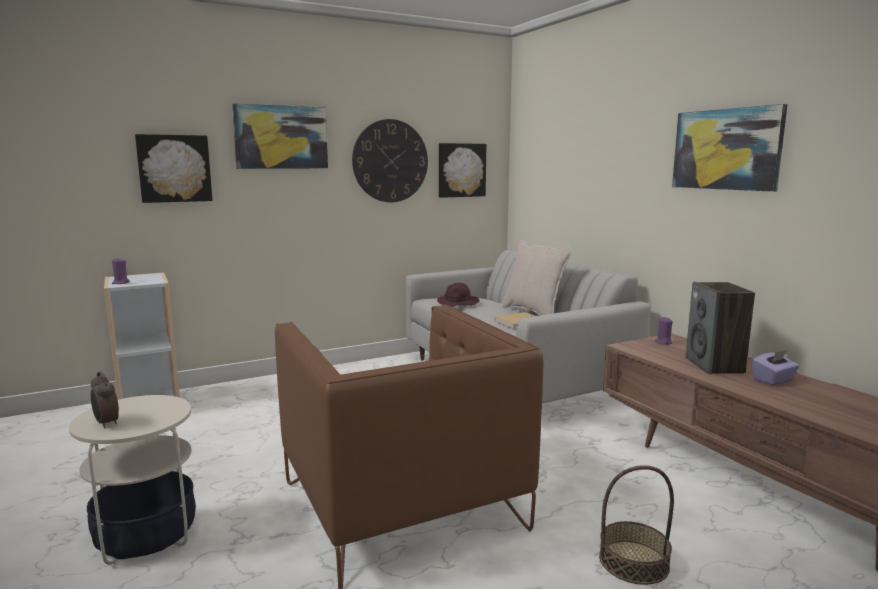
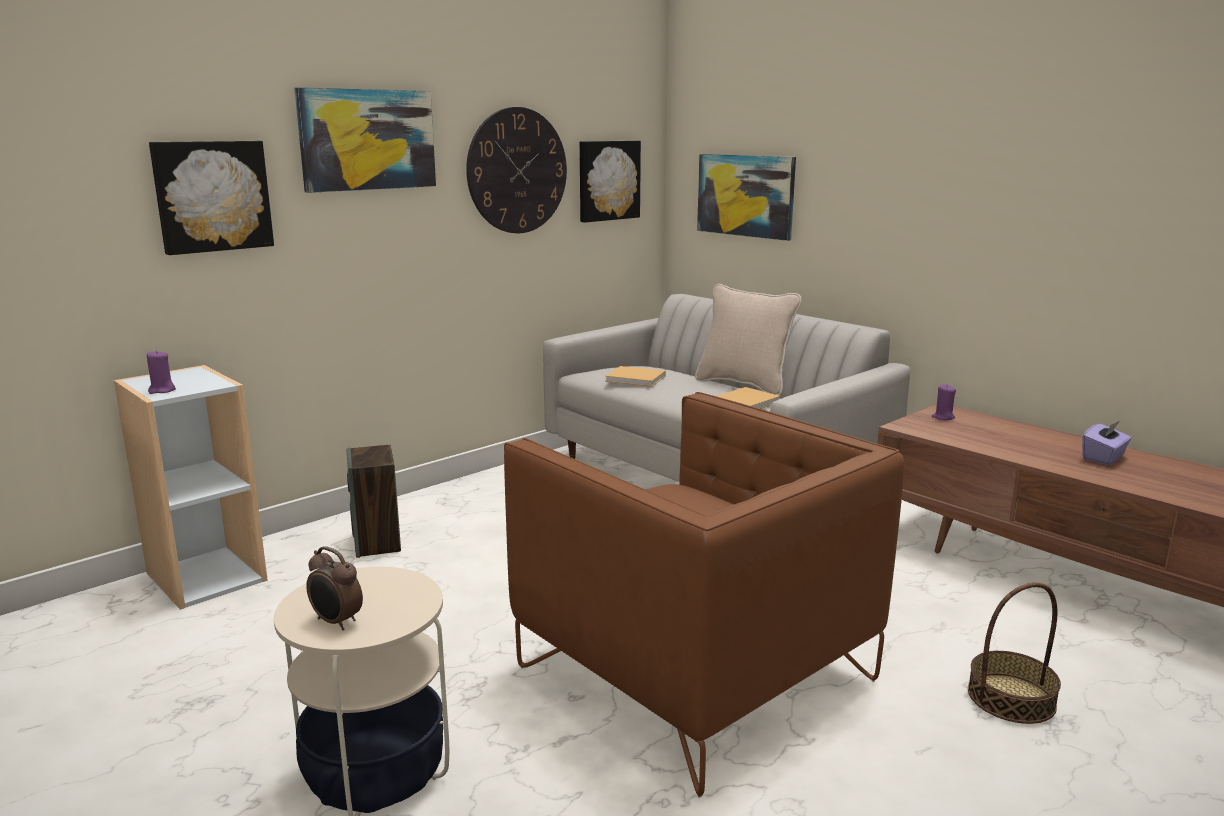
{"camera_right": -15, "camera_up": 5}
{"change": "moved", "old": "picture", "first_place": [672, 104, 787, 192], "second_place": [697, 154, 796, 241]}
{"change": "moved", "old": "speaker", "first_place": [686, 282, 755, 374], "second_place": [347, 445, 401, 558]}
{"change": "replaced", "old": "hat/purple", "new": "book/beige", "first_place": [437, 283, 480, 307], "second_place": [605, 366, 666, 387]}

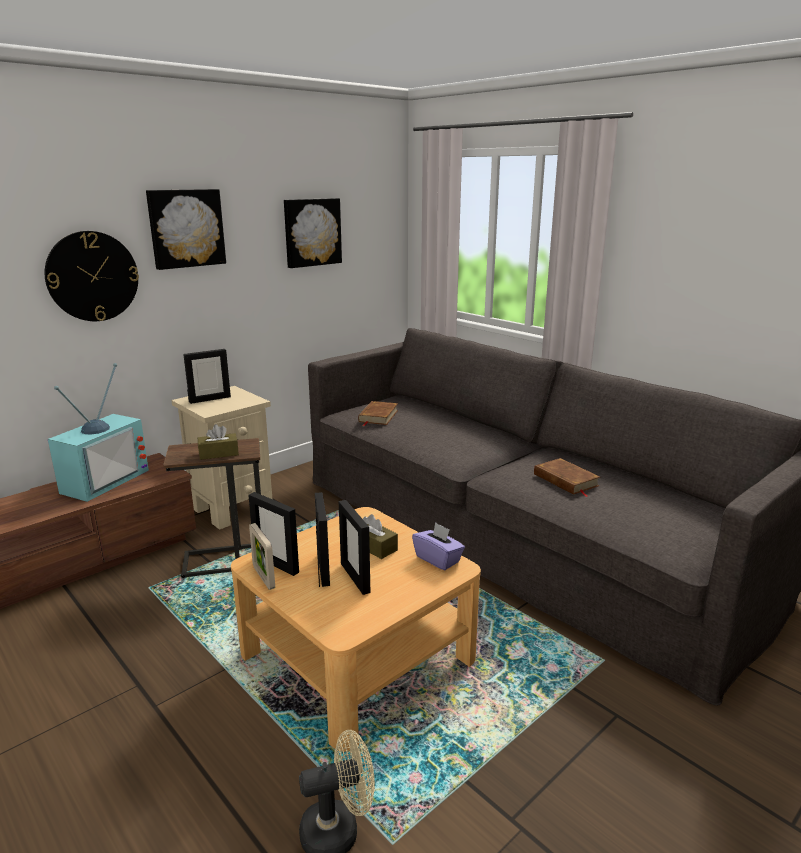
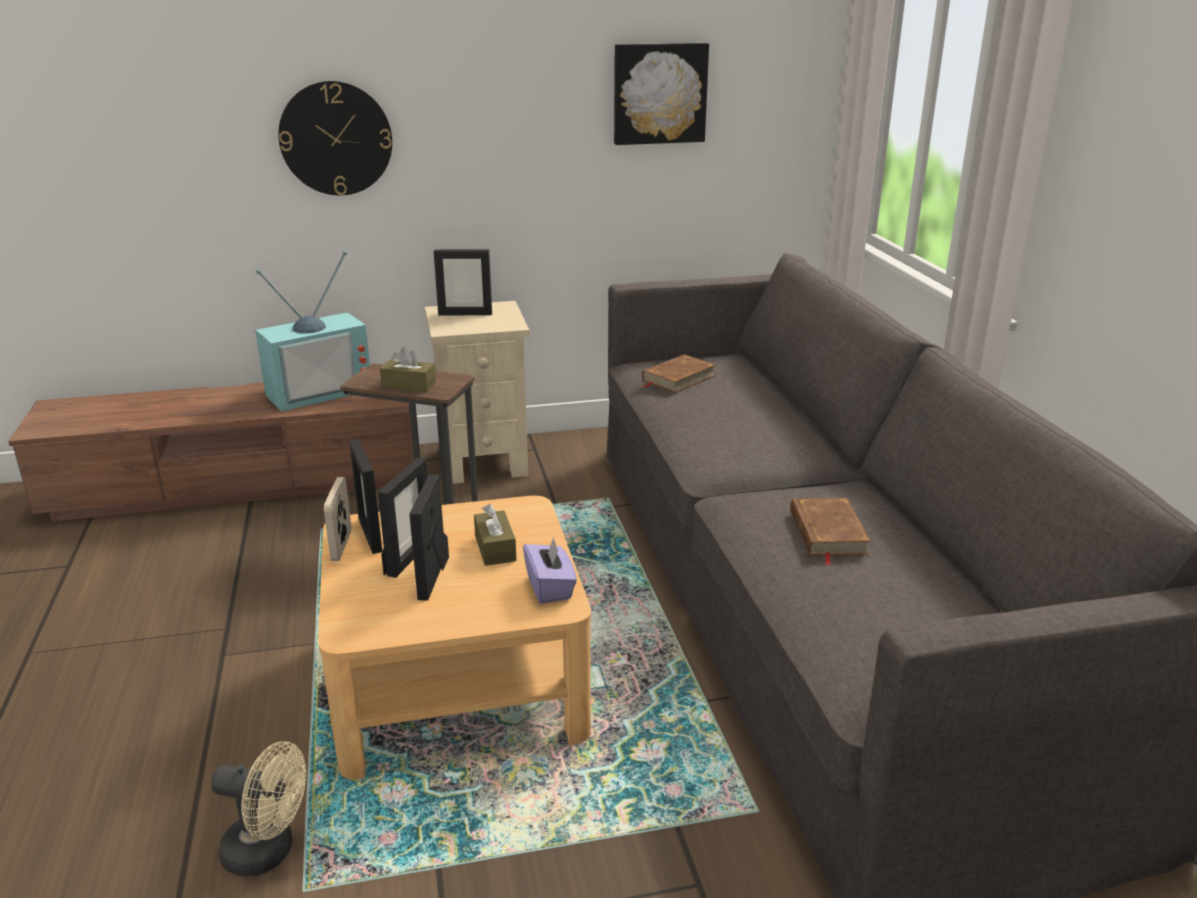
{"camera_right": 30, "camera_up": 5}
{"change": "removed", "old": "picture", "first_place": [146, 189, 226, 270]}

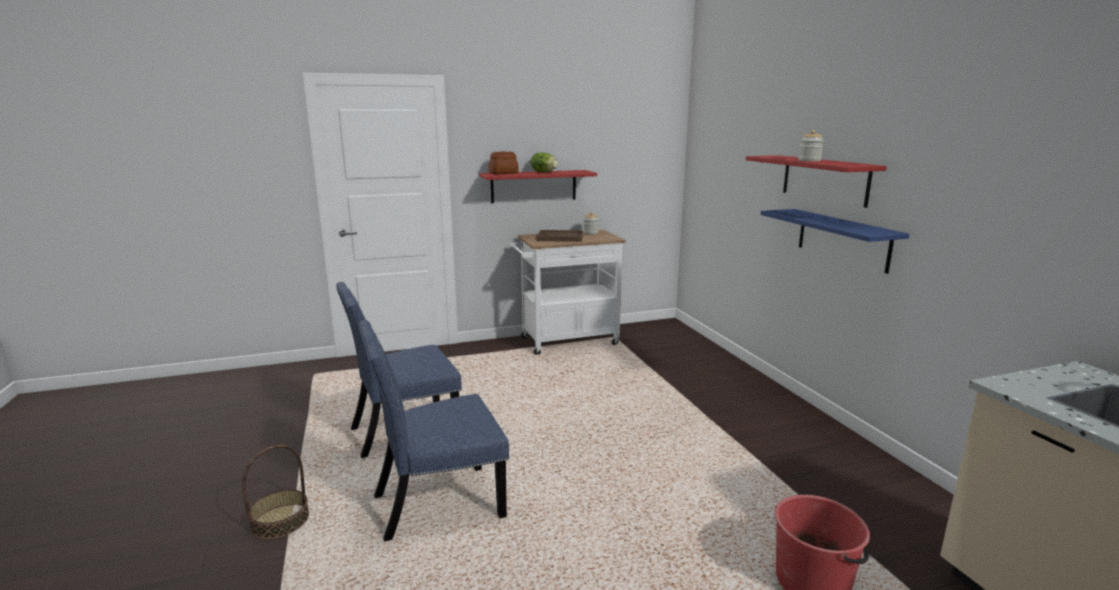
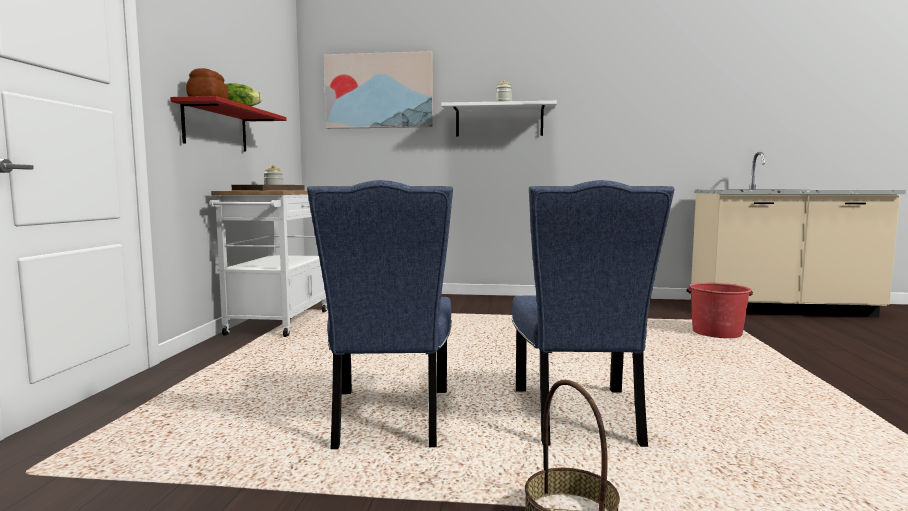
{"camera_right": -65, "camera_up": -10}
{"change": "recoloured", "old": "shelf/red", "new": "shelf/white", "first_place": [746, 155, 887, 208], "second_place": [441, 101, 557, 137]}
{"change": "removed", "old": "shelf/blue", "first_place": [760, 209, 909, 274]}
{"change": "added", "new": "picture", "second_place": [324, 51, 433, 129]}

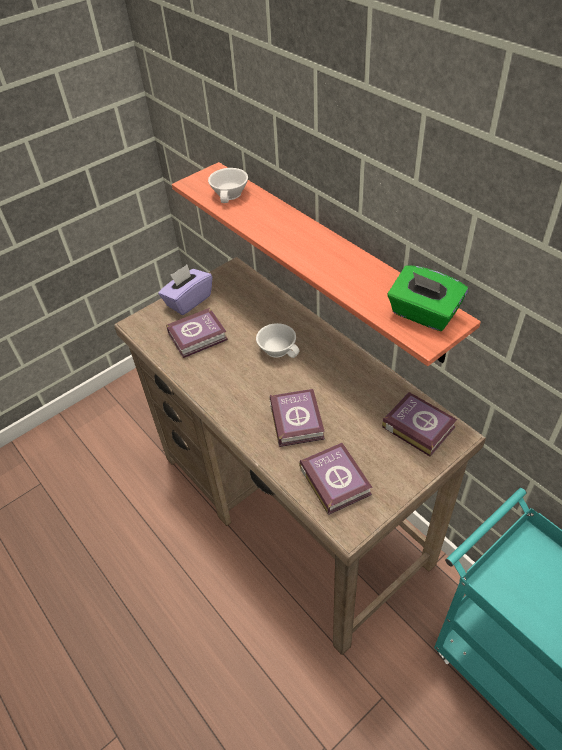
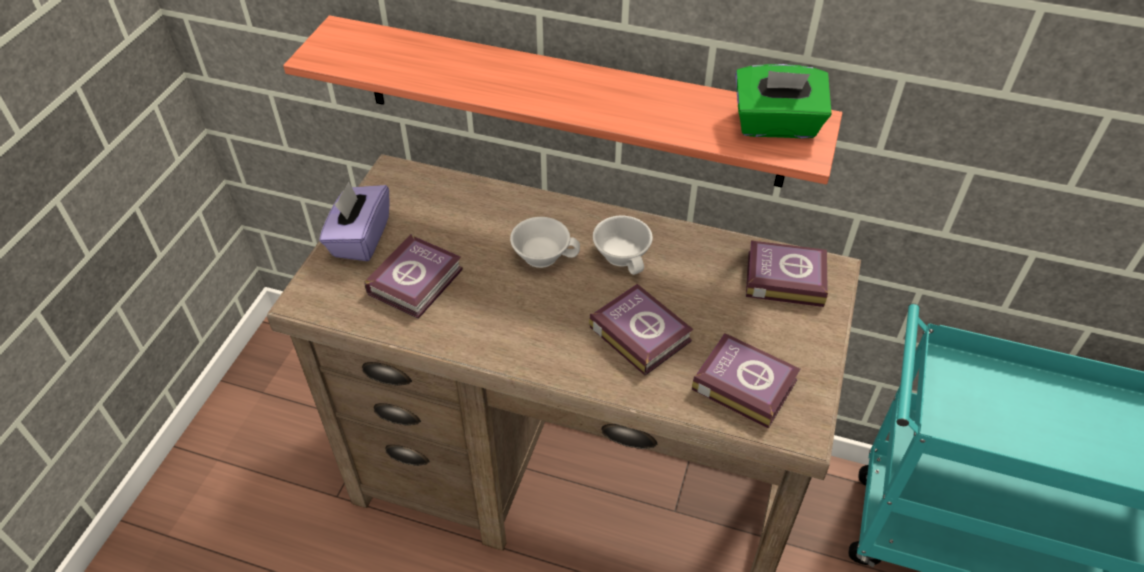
{"camera_right": -35, "camera_up": 0}
{"change": "moved", "old": "cup/white", "first_place": [208, 168, 248, 203], "second_place": [593, 216, 653, 275]}

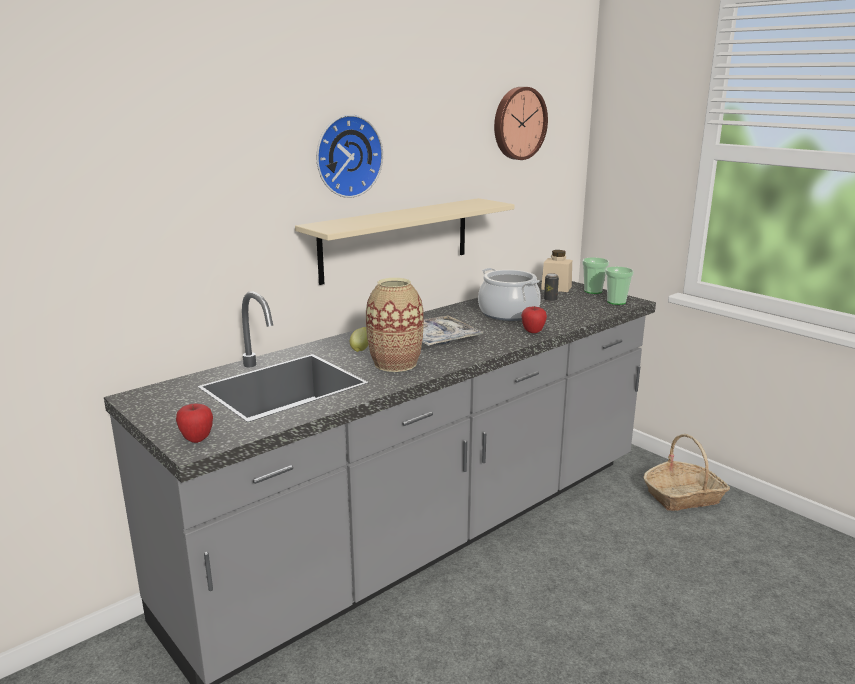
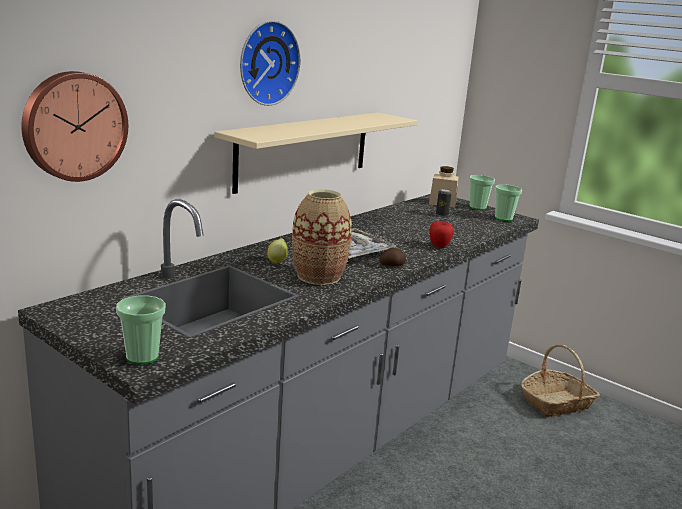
{"camera_right": -10, "camera_up": 0}
{"change": "moved", "old": "wall clock", "first_place": [494, 87, 548, 160], "second_place": [21, 71, 128, 182]}
{"change": "removed", "old": "cooking pot", "first_place": [478, 268, 541, 321]}
{"change": "replaced", "old": "apple", "new": "cup", "first_place": [176, 403, 213, 443], "second_place": [116, 295, 165, 365]}
{"change": "added", "new": "potato", "second_place": [379, 247, 406, 266]}

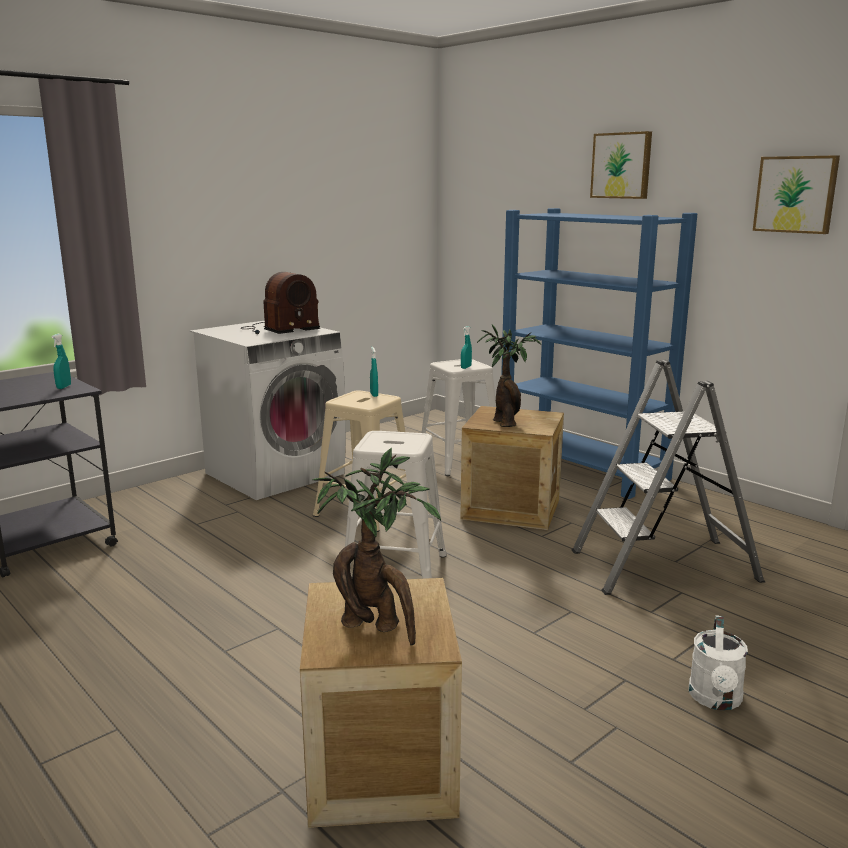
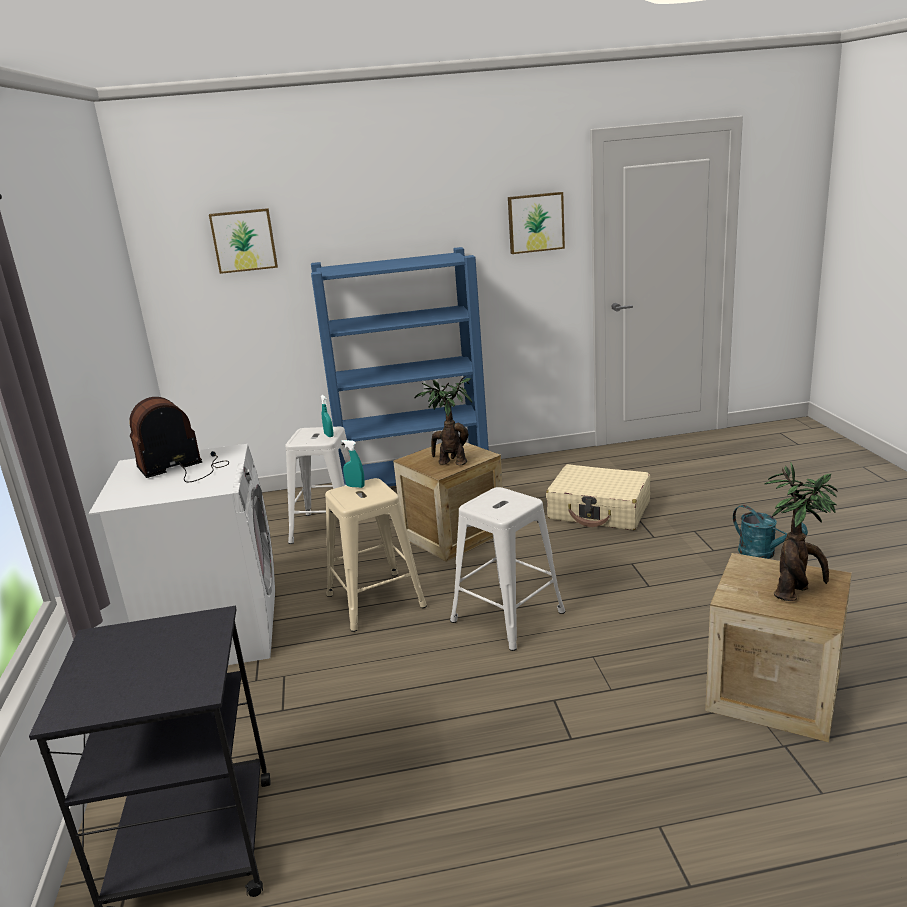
{"camera_right": -55, "camera_up": 5}
{"change": "moved", "old": "picture", "first_place": [590, 131, 652, 199], "second_place": [209, 208, 278, 274]}
{"change": "turned", "old": "radio", "first_place": [241, 272, 320, 334], "second_place": [129, 397, 229, 482], "degrees": -120}
{"change": "removed", "old": "spray bottle/turquoise", "first_place": [52, 334, 71, 389]}
{"change": "replaced", "old": "step ladder/grey", "new": "suitcase/beige", "first_place": [572, 360, 765, 595], "second_place": [546, 464, 650, 530]}
{"change": "recoloured", "old": "watering can/white", "new": "watering can/turquoise", "first_place": [689, 615, 748, 710], "second_place": [733, 505, 808, 559]}

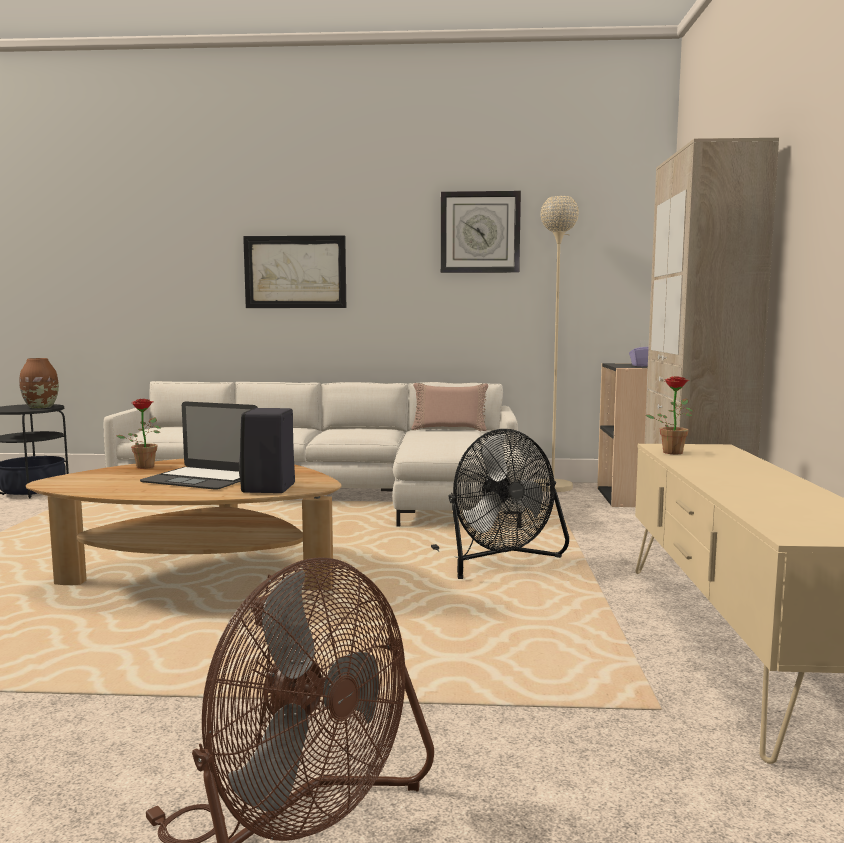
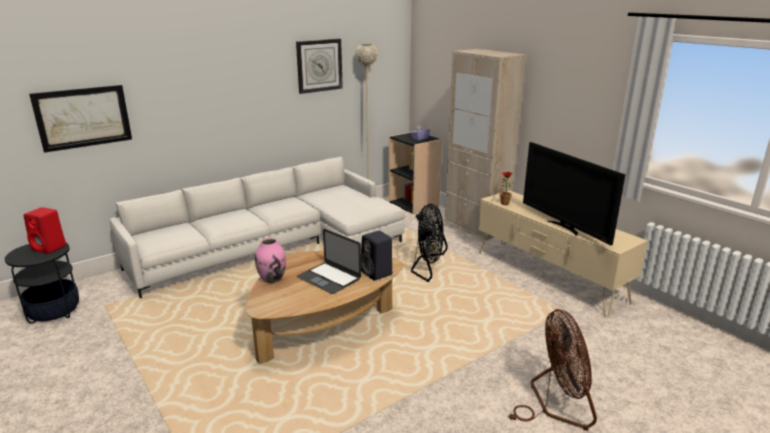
{"camera_right": -40, "camera_up": 15}
{"change": "moved", "old": "picture", "first_place": [243, 236, 346, 308], "second_place": [29, 85, 132, 153]}
{"change": "replaced", "old": "vase/brown", "new": "speaker/red", "first_place": [19, 358, 59, 409], "second_place": [24, 207, 66, 254]}
{"change": "removed", "old": "pillow/beige", "first_place": [411, 383, 488, 432]}
{"change": "replaced", "old": "potted plant", "new": "vase/pink", "first_place": [117, 399, 161, 469], "second_place": [255, 238, 286, 283]}
{"change": "turned", "old": "laptop", "first_place": [140, 401, 258, 490], "second_place": [297, 229, 361, 294], "degrees": 60}
{"change": "added", "new": "television", "second_place": [523, 142, 626, 245]}

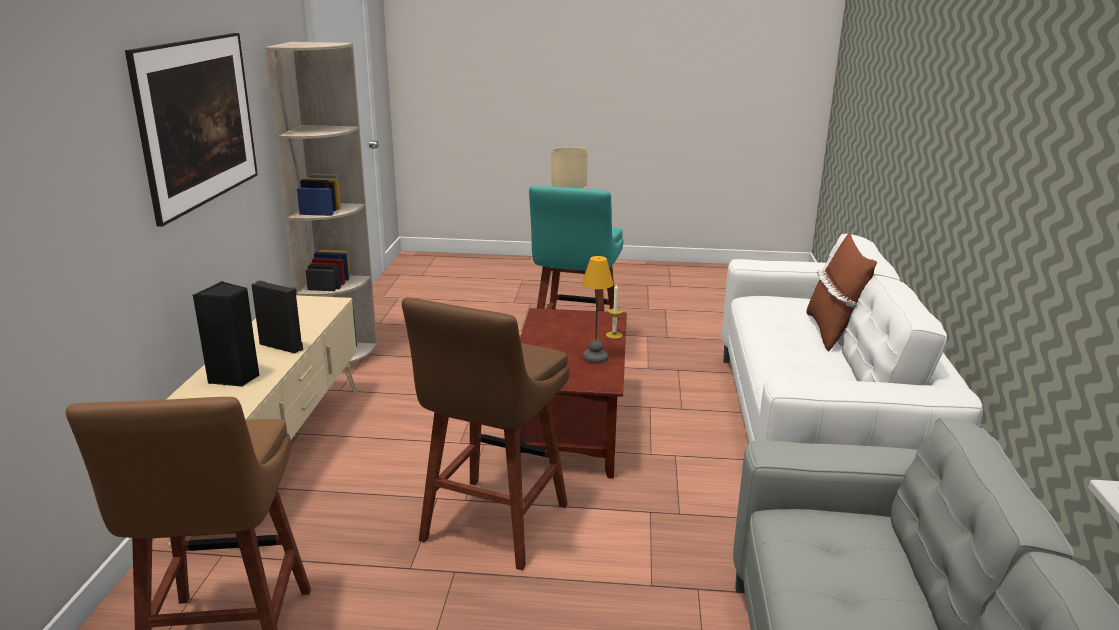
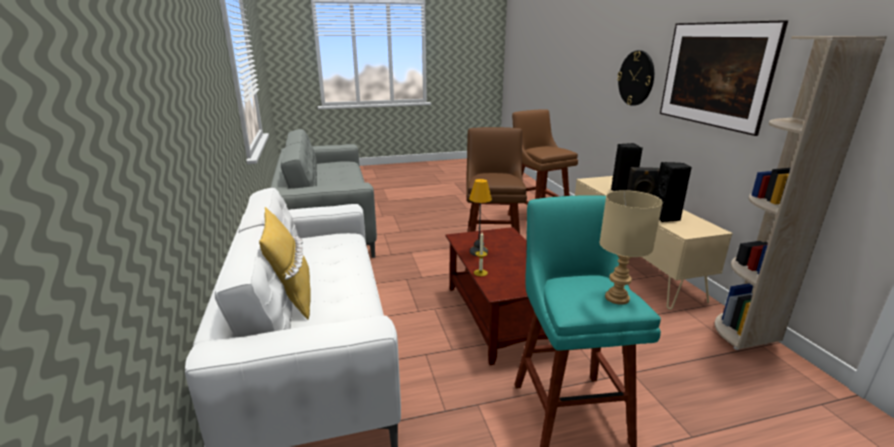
{"camera_right": 160, "camera_up": 0}
{"change": "recoloured", "old": "pillow/brown", "new": "pillow/yellow", "first_place": [806, 233, 877, 352], "second_place": [259, 207, 311, 319]}
{"change": "added", "new": "wall clock", "second_place": [617, 50, 654, 106]}
{"change": "added", "new": "speaker/black", "second_place": [655, 162, 692, 222]}

